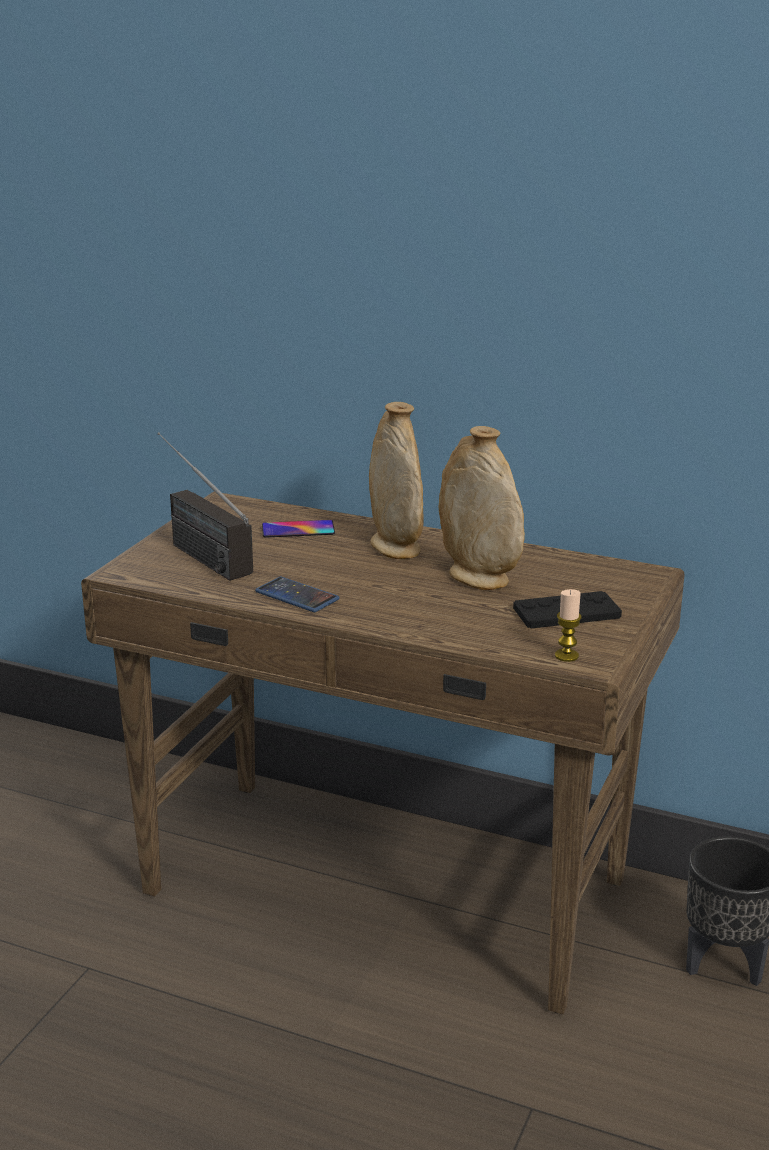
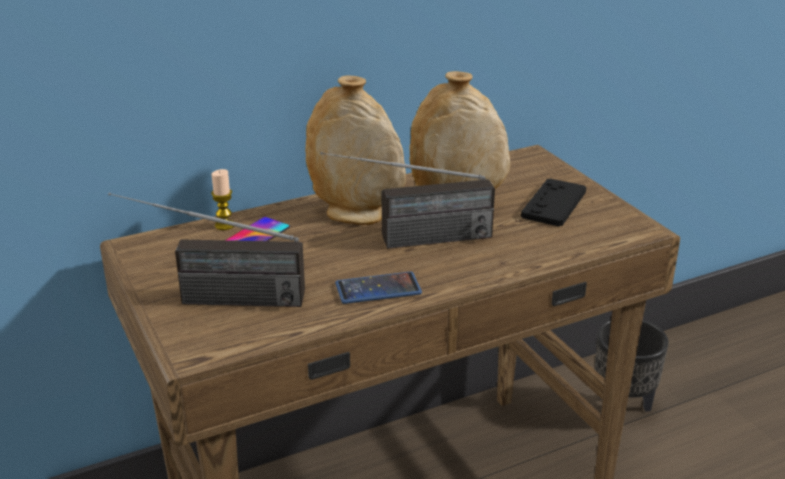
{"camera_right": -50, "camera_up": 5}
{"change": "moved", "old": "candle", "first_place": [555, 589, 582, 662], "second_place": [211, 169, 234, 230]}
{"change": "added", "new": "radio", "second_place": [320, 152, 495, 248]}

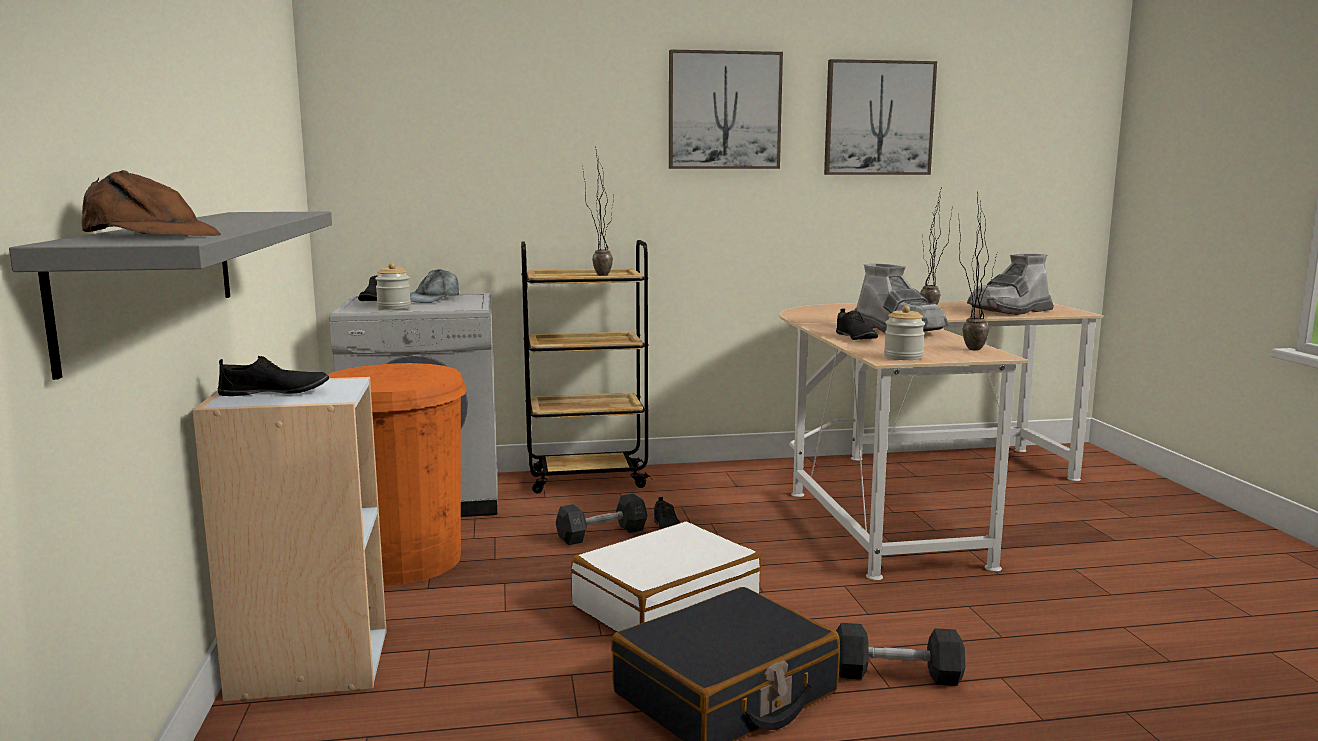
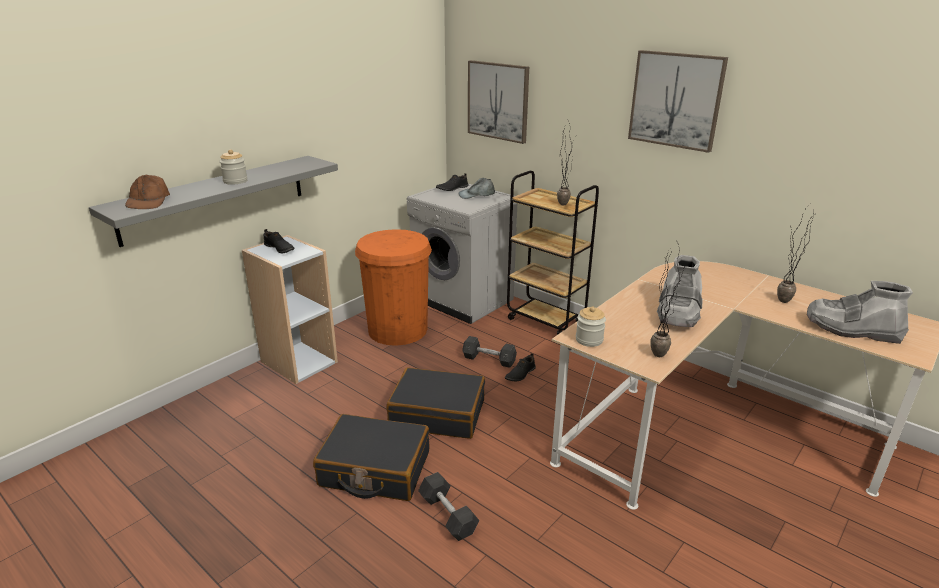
{"camera_right": 50, "camera_up": 15}
{"change": "moved", "old": "picture", "first_place": [824, 59, 937, 175], "second_place": [468, 60, 529, 144]}
{"change": "moved", "old": "jar", "first_place": [375, 263, 411, 309], "second_place": [219, 150, 247, 185]}
{"change": "removed", "old": "shoe/black", "first_place": [836, 308, 878, 340]}
{"change": "recoloured", "old": "suitcase/white", "new": "suitcase/black", "first_place": [571, 521, 761, 633], "second_place": [387, 368, 485, 439]}

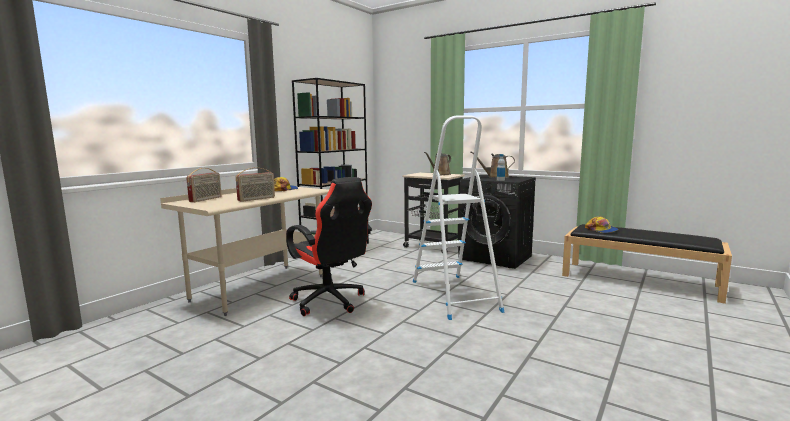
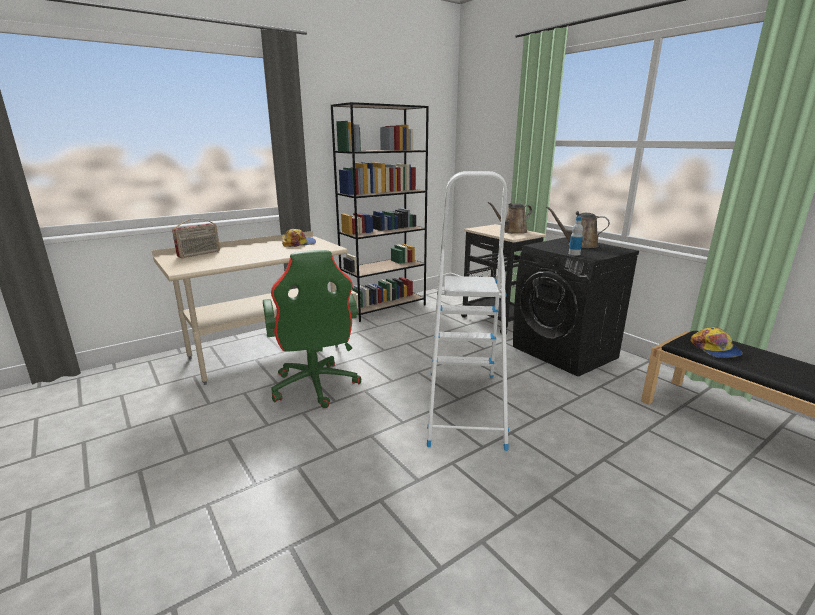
{"camera_right": 20, "camera_up": 10}
{"change": "removed", "old": "radio", "first_place": [236, 167, 275, 202]}
{"change": "recoloured", "old": "office chair/black", "new": "office chair/green", "first_place": [286, 177, 372, 316], "second_place": [263, 250, 361, 408]}

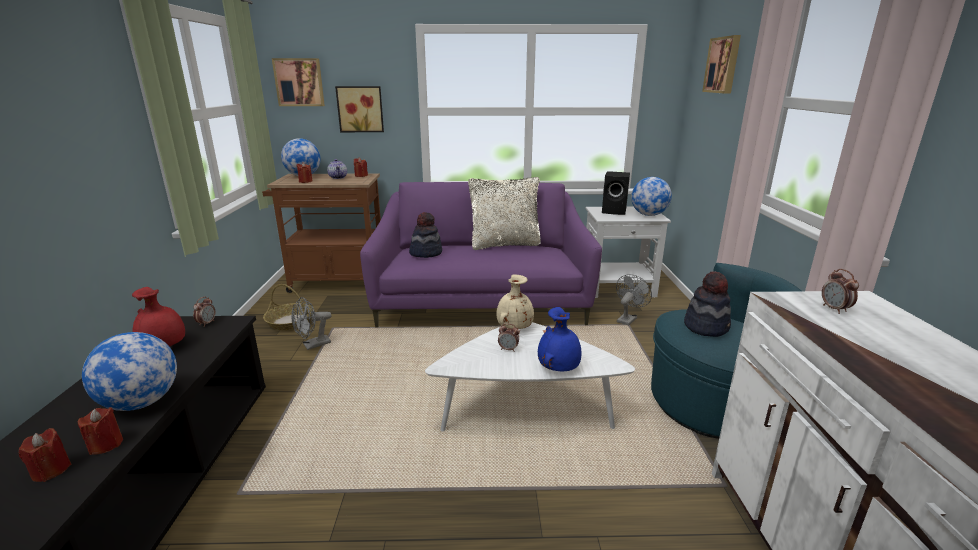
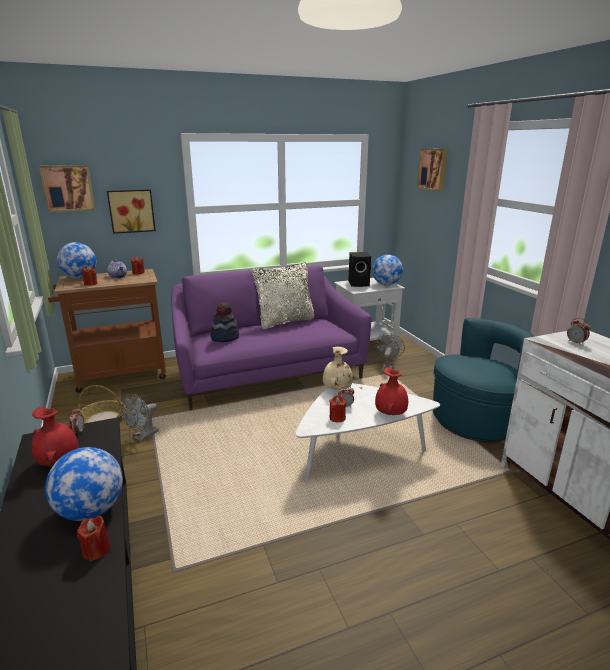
{"camera_right": -20, "camera_up": 0}
{"change": "removed", "old": "hat", "first_place": [684, 271, 731, 337]}
{"change": "recoloured", "old": "vase/blue", "new": "vase/red", "first_place": [538, 307, 581, 371], "second_place": [375, 367, 408, 415]}
{"change": "moved", "old": "candle/red", "first_place": [19, 428, 71, 482], "second_place": [329, 395, 346, 422]}

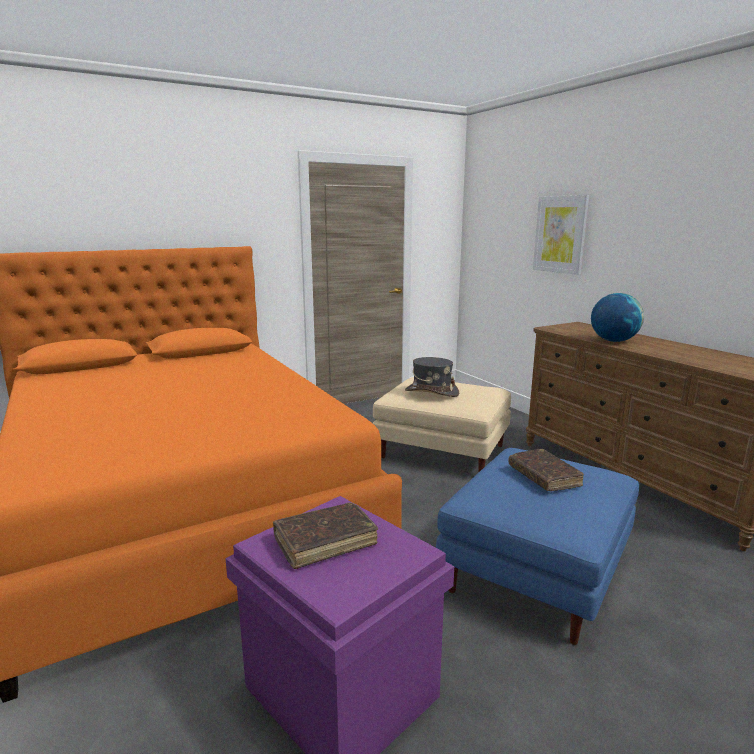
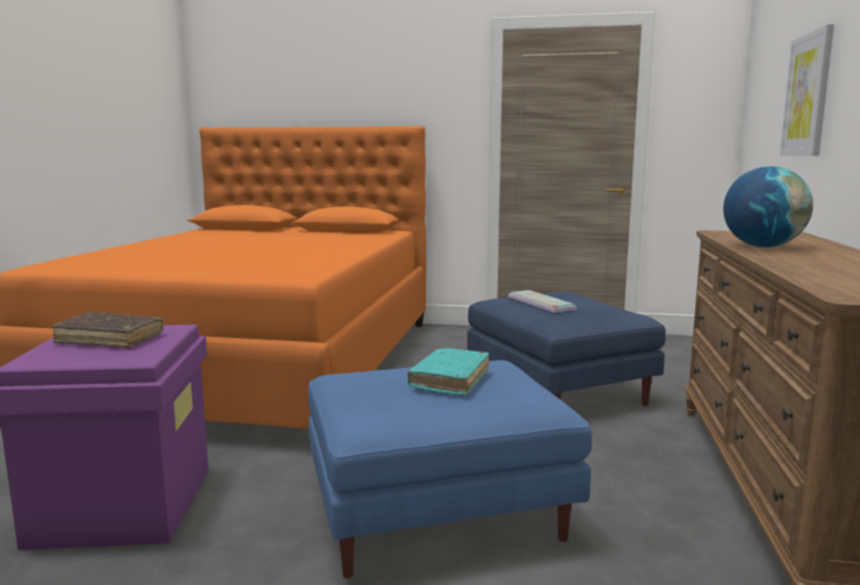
{"camera_right": 40, "camera_up": -5}
{"change": "replaced", "old": "hat/grey", "new": "keyboard", "first_place": [405, 357, 459, 397], "second_place": [508, 290, 577, 313]}
{"change": "recoloured", "old": "ottoman/beige", "new": "ottoman/blue", "first_place": [373, 377, 511, 472], "second_place": [467, 292, 666, 406]}
{"change": "recoloured", "old": "book/brown", "new": "book/turquoise", "first_place": [508, 449, 584, 491], "second_place": [408, 348, 489, 396]}

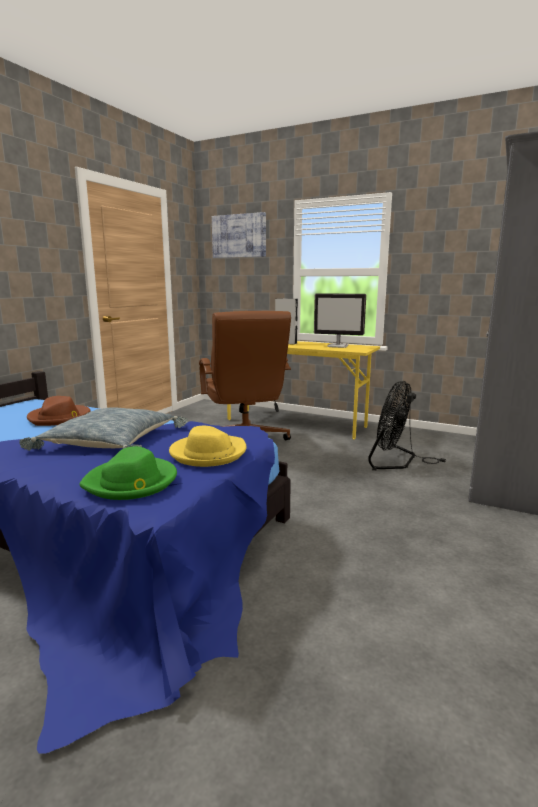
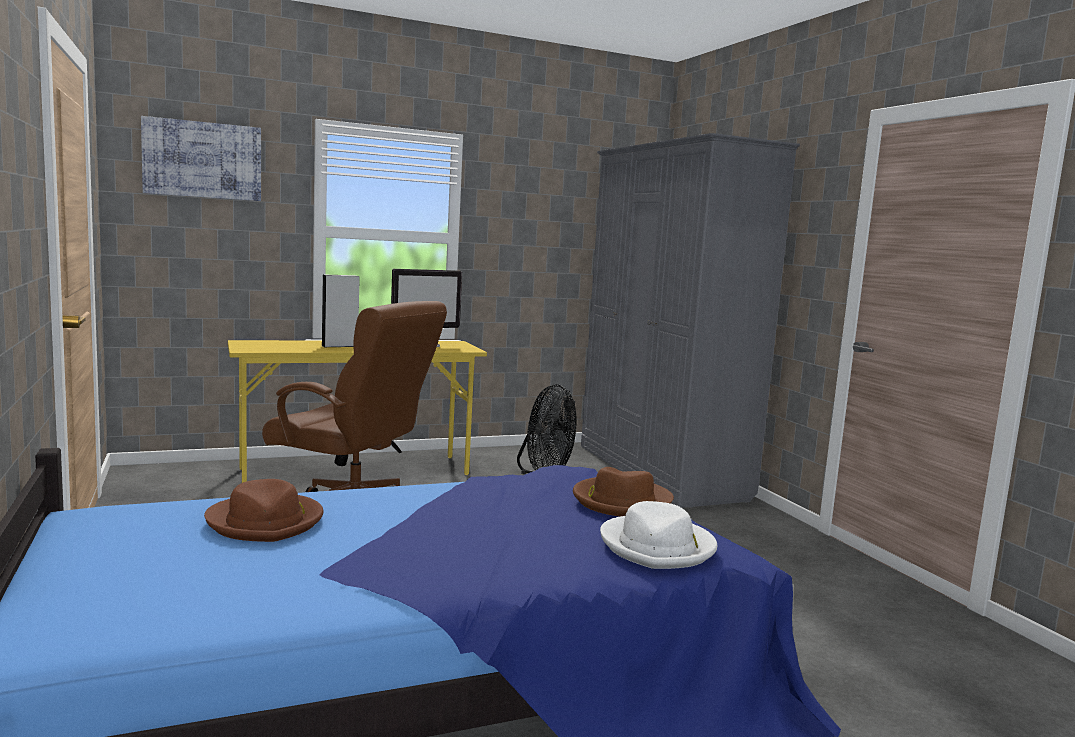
{"camera_right": -50, "camera_up": -5}
{"change": "removed", "old": "pillow", "first_place": [20, 407, 188, 451]}
{"change": "recoloured", "old": "hat/yellow", "new": "hat/brown", "first_place": [169, 426, 247, 467], "second_place": [573, 467, 674, 516]}
{"change": "recoloured", "old": "hat/green", "new": "hat/white", "first_place": [79, 446, 177, 500], "second_place": [600, 501, 717, 569]}

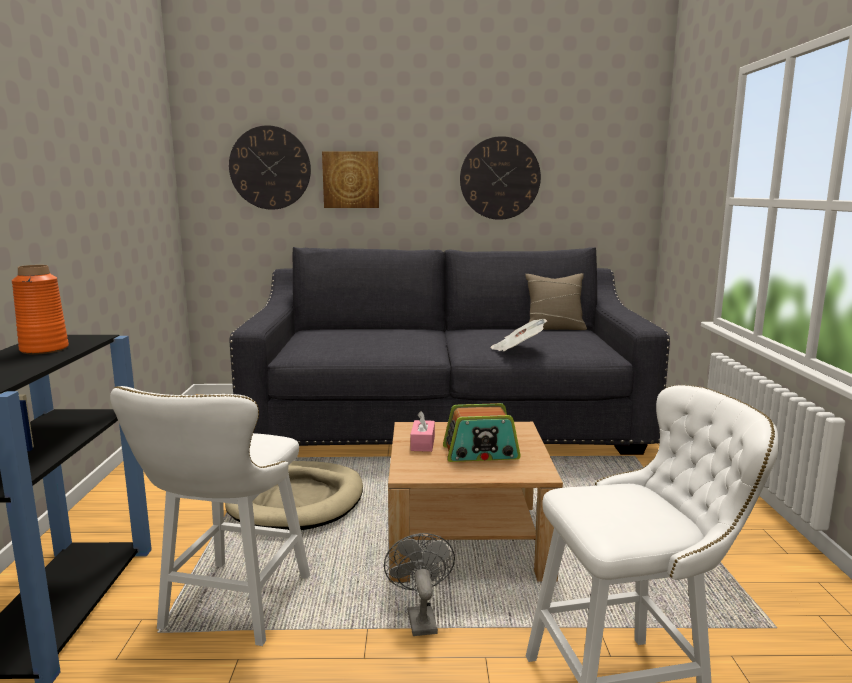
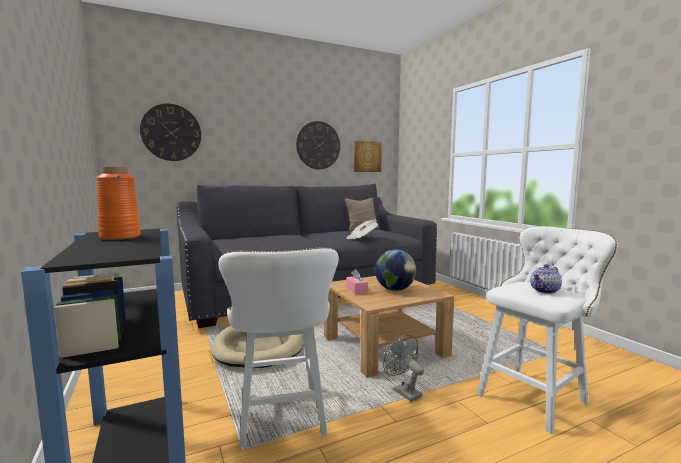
{"camera_right": -25, "camera_up": -5}
{"change": "moved", "old": "picture", "first_place": [322, 151, 379, 208], "second_place": [354, 141, 382, 172]}
{"change": "replaced", "old": "radio", "new": "globe", "first_place": [443, 403, 521, 462], "second_place": [375, 249, 416, 291]}
{"change": "added", "new": "teapot", "second_place": [530, 264, 562, 294]}

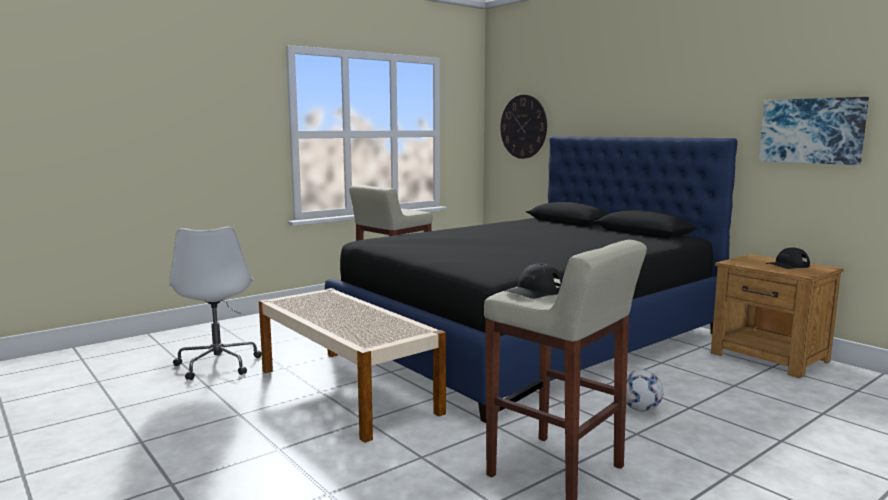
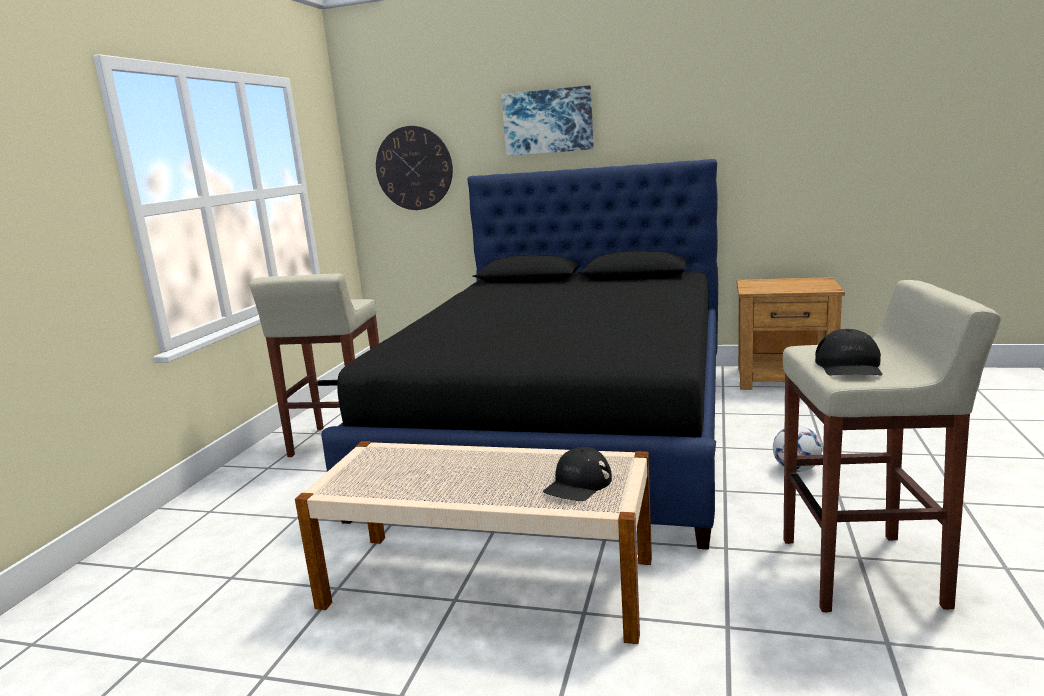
{"camera_right": -35, "camera_up": 5}
{"change": "moved", "old": "picture", "first_place": [759, 97, 869, 165], "second_place": [501, 85, 594, 156]}
{"change": "removed", "old": "office chair/white", "first_place": [169, 227, 262, 380]}
{"change": "moved", "old": "cap/black", "first_place": [765, 247, 810, 269], "second_place": [543, 447, 612, 501]}

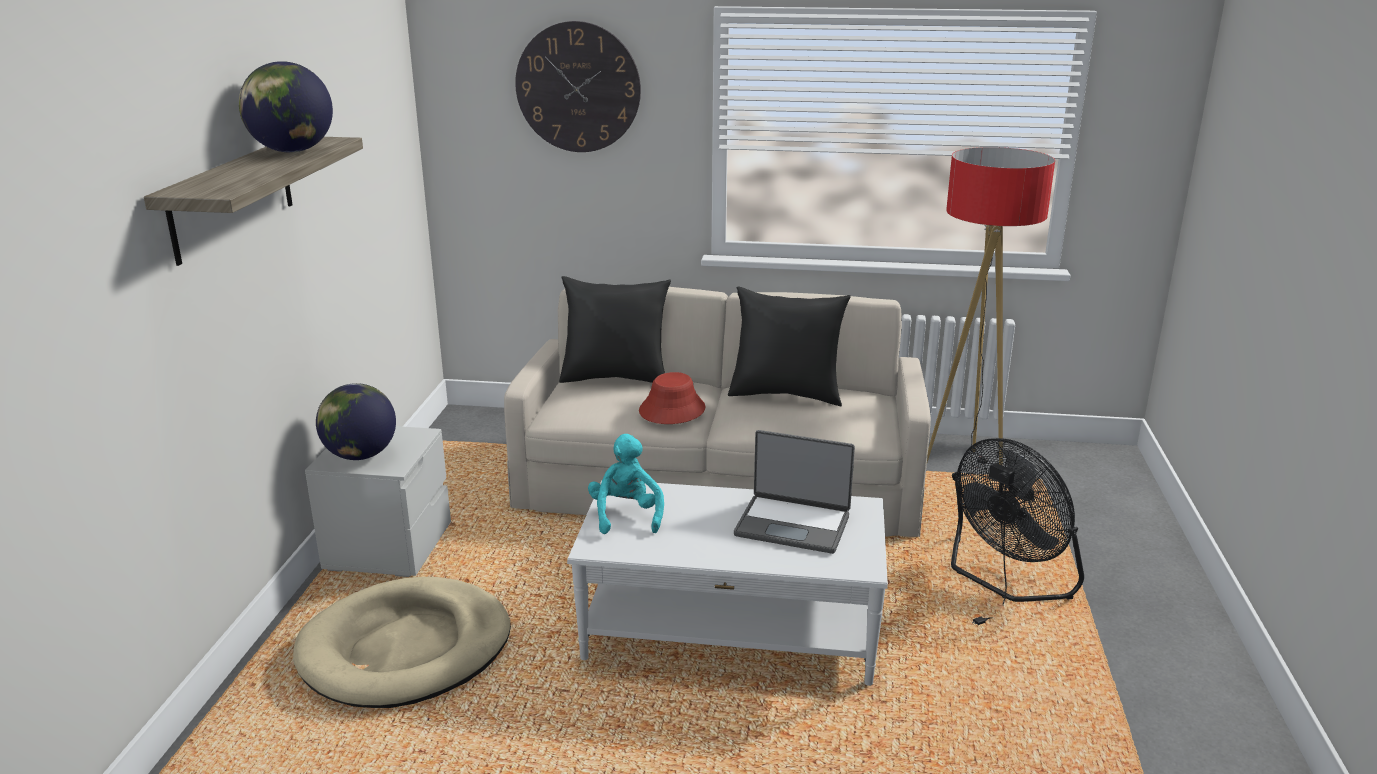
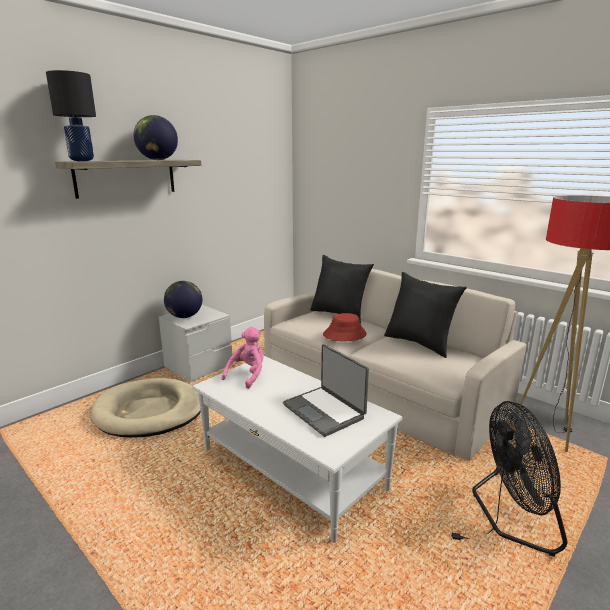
{"camera_right": 35, "camera_up": -5}
{"change": "removed", "old": "wall clock", "first_place": [515, 21, 641, 152]}
{"change": "recoloured", "old": "plush toy/turquoise", "new": "plush toy/pink", "first_place": [588, 434, 664, 534], "second_place": [222, 327, 264, 389]}
{"change": "added", "new": "table lamp/black", "second_place": [46, 70, 96, 161]}

